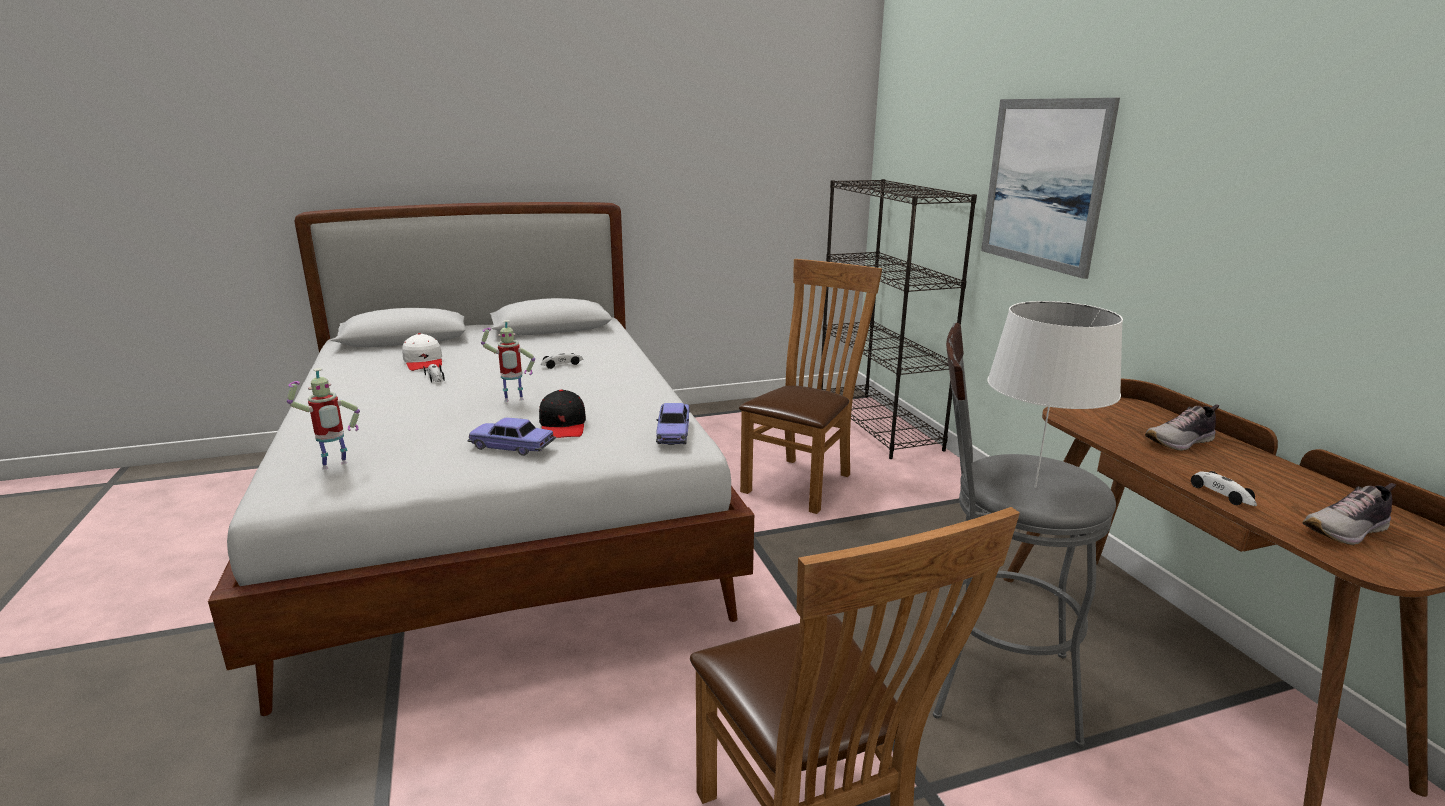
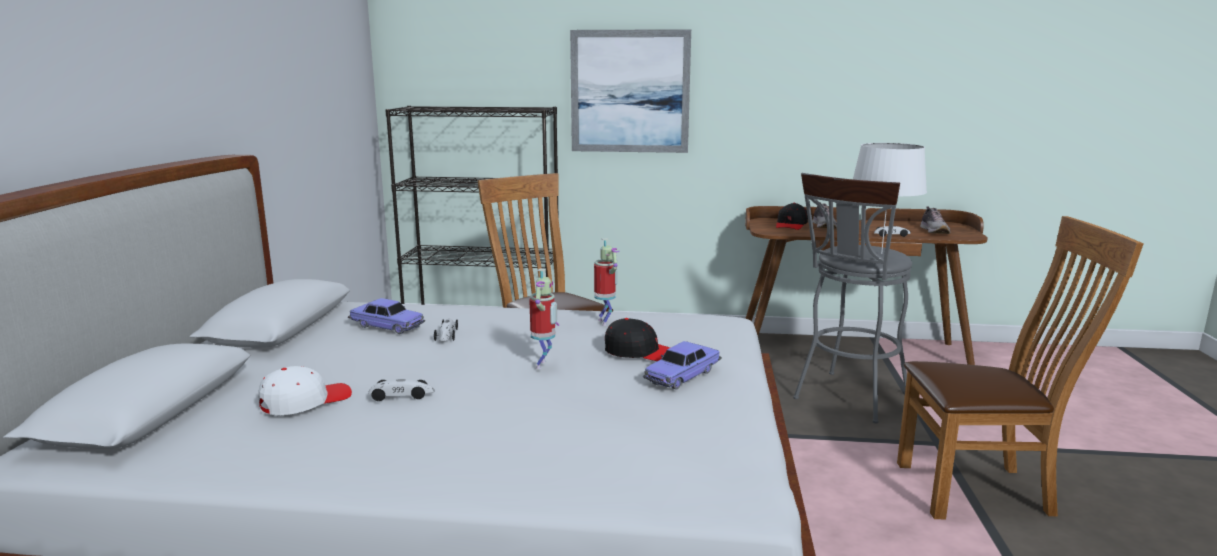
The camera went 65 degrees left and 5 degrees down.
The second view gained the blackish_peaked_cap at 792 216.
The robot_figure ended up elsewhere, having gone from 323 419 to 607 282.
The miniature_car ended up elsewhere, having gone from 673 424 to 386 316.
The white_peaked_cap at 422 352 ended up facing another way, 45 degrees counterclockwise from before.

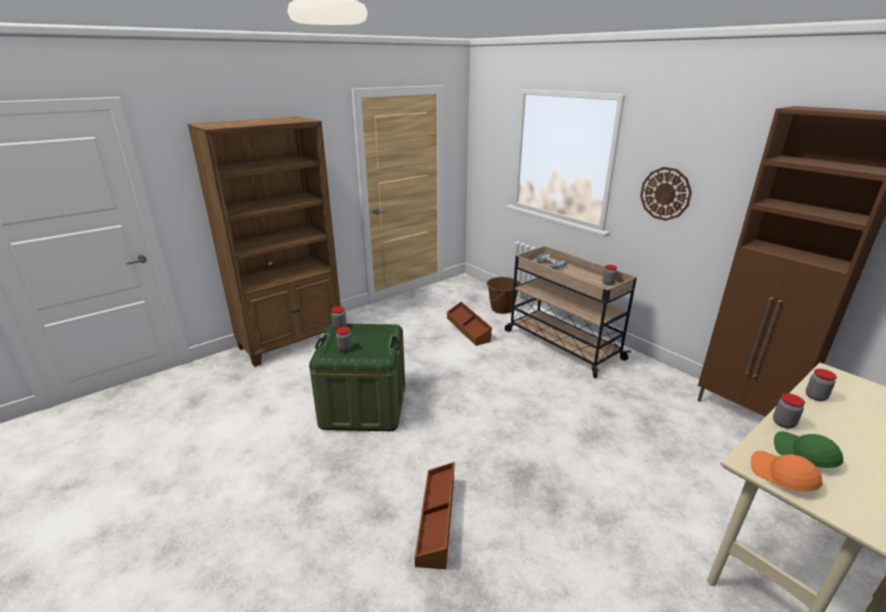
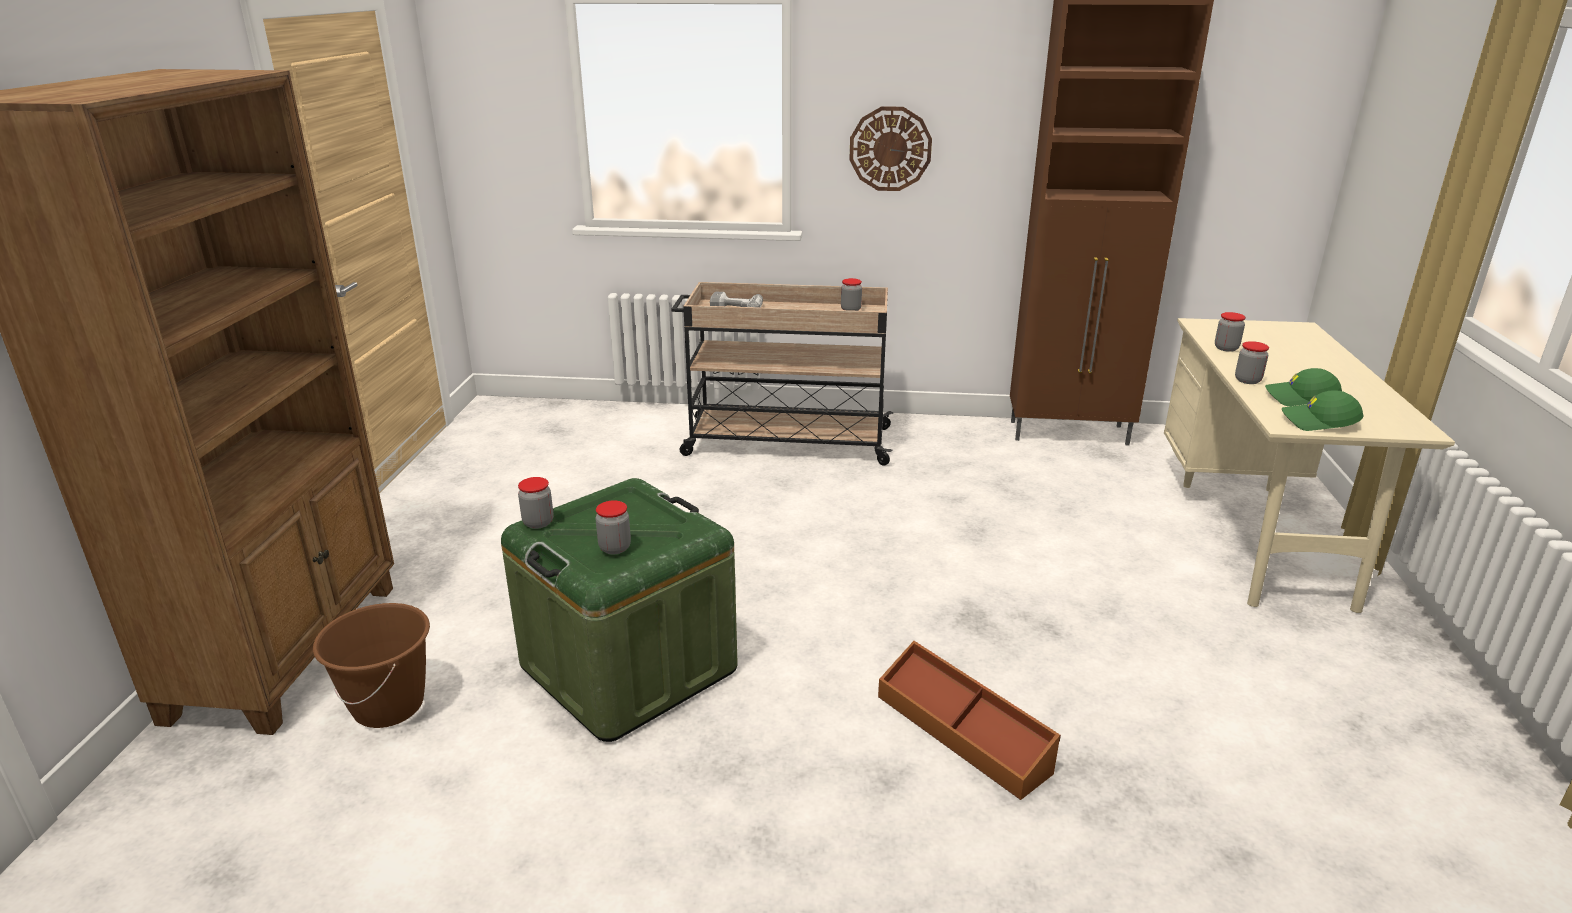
The camera went 45 degrees left and 0 degrees up.
The second view lost the brown_storage_bin at 469 324.
The brown_water_bucket ended up elsewhere, having gone from 504 295 to 371 665.
What was the orangey_peaked_cap at 787 471 turned into the green-coloured_peaked_cap at 1322 410.

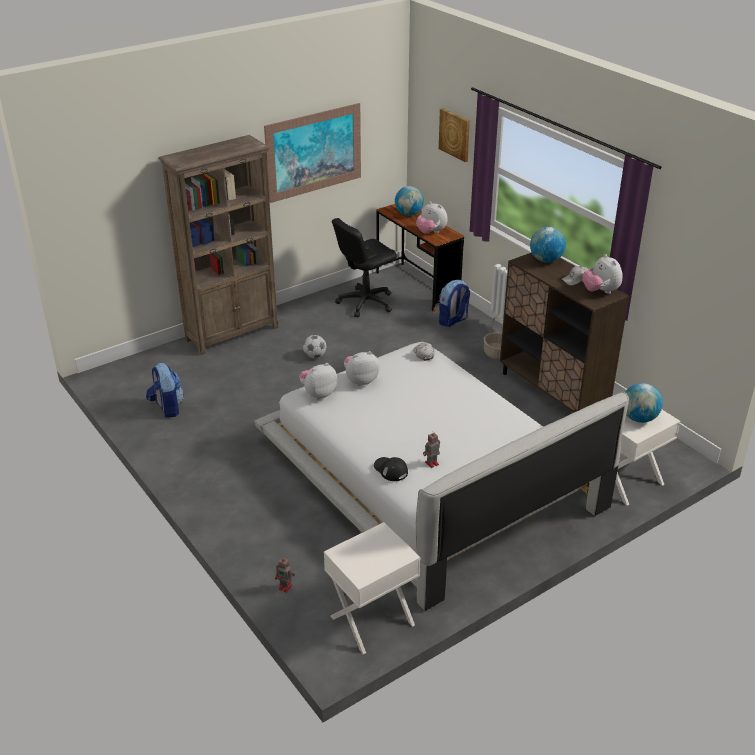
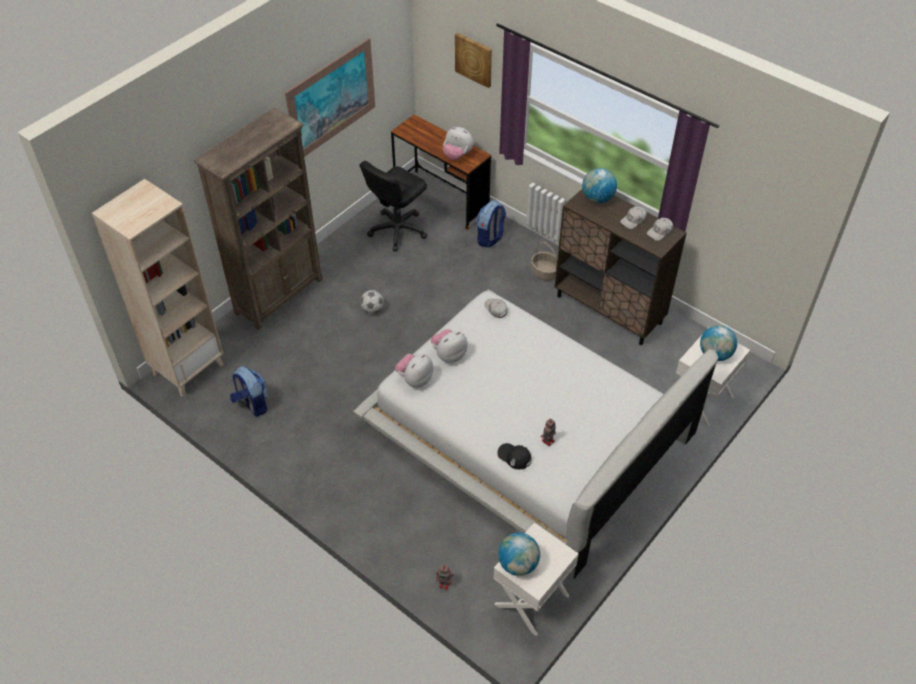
The camera went 15 degrees left and 15 degrees up.
The second view gained the beige_shelving_unit at 158 288.
The globe ended up elsewhere, having gone from 409 201 to 519 554.
Where the plush_toy stood at 603 274, the white_peaked_cap came to stand at 660 229.

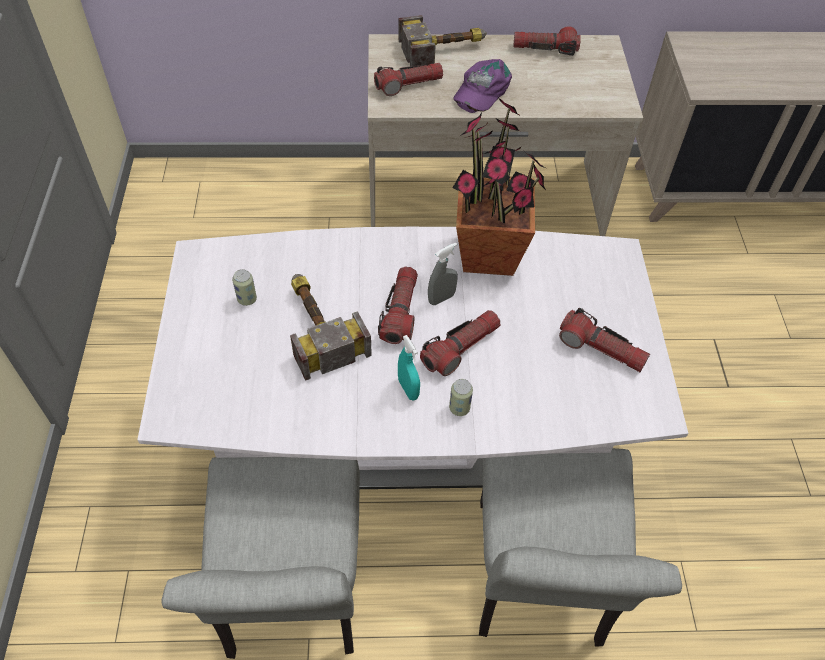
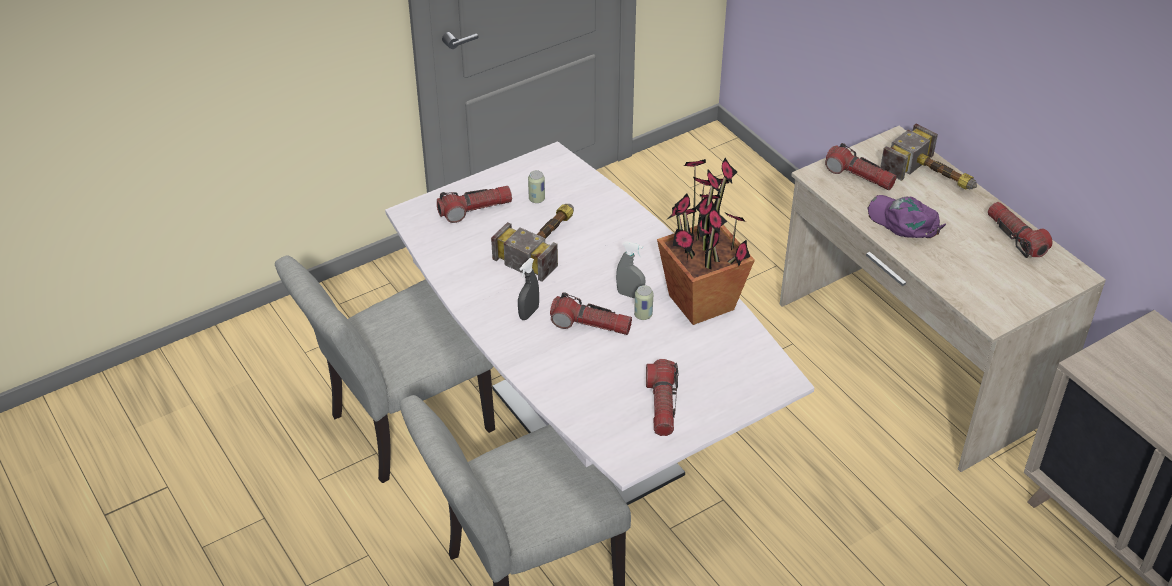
The camera went 60 degrees right and 10 degrees down.
The torch ended up elsewhere, having gone from 398 305 to 474 204.
The can ended up elsewhere, having gone from 461 397 to 643 302.
What was the turquoise_sprayer at 409 368 turned into the greyish_sprayer at 528 289.
The purple_peaked_cap at 483 86 ended up facing another way, 45 degrees clockwise from before.

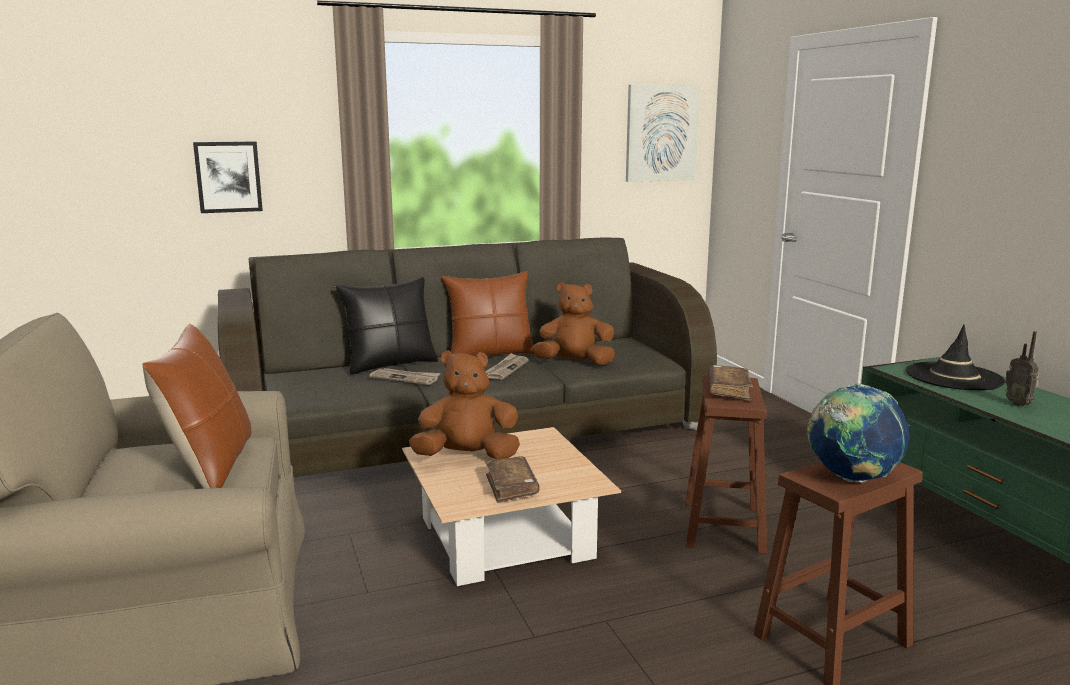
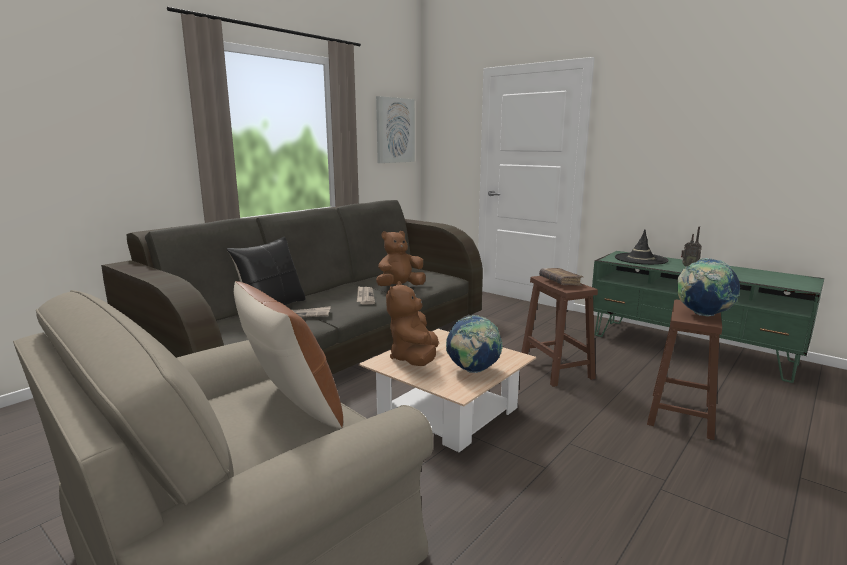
The camera went 30 degrees left and 0 degrees up.
The second view lost the wall_art at 228 177.
The second view lost the brown_cushion at 488 313.
Where the brown_volume stood at 512 479, the globe came to stand at 474 344.
The brown_plush_toy at 464 405 ended up facing another way, 45 degrees counterclockwise from before.

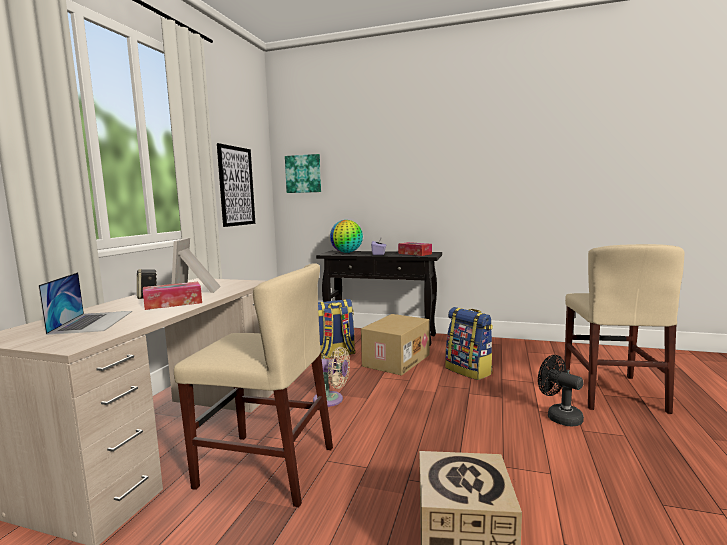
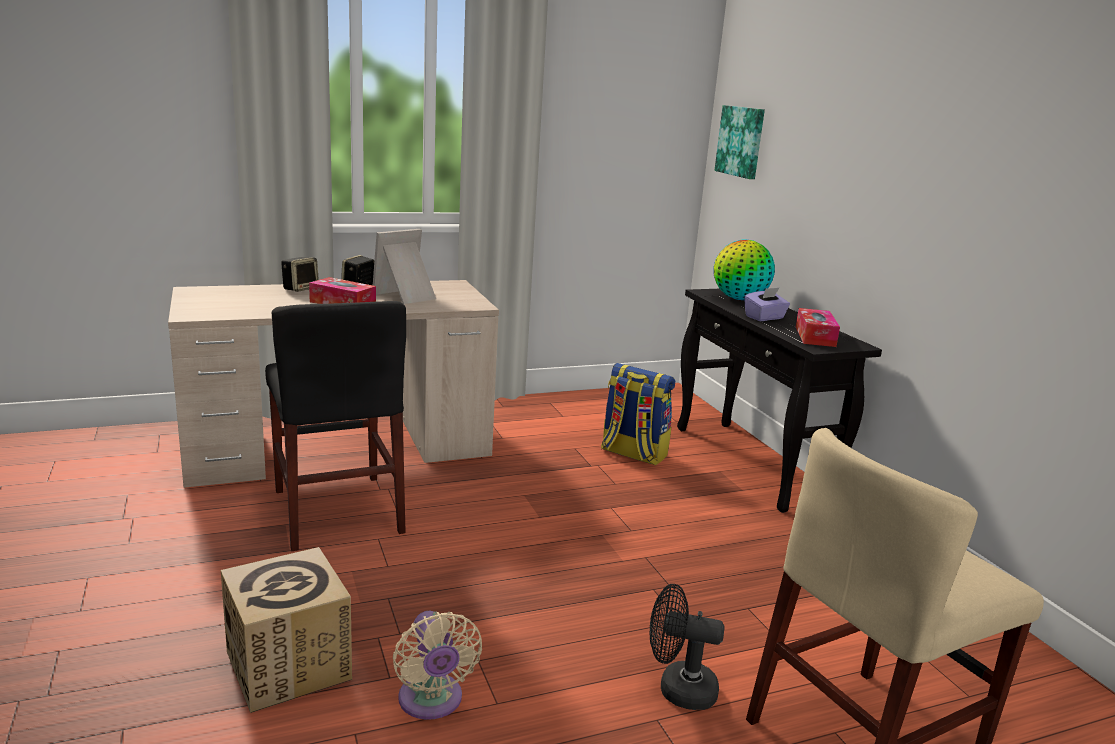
The camera went 50 degrees right and 10 degrees up.
The second view lost the portable_computer at 85 303.
The second view lost the wall_art at 236 185.
The second view lost the carton at 395 345.
The second view lost the rucksack at 469 343.
The second view gained the loudspeaker at 300 274.
The beige_cooling_fan ended up elsewhere, having gone from 331 377 to 437 665.
What was the beige_plain_chair at 253 385 turned into the blackish_plain_chair at 335 426.
The blackish_cooling_fan at 561 390 ended up facing another way, 90 degrees counterclockwise from before.

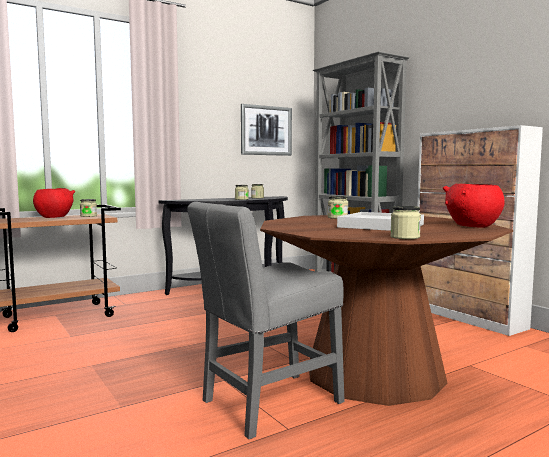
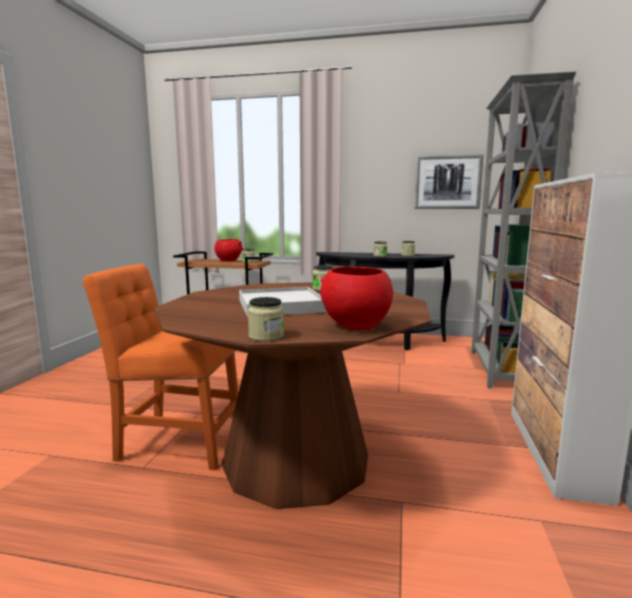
The camera went 45 degrees right and 5 degrees up.
The jar ended up elsewhere, having gone from 405 222 to 266 319.
What was the greyish_plain_chair at 266 320 turned into the orangey_plain_chair at 160 367.

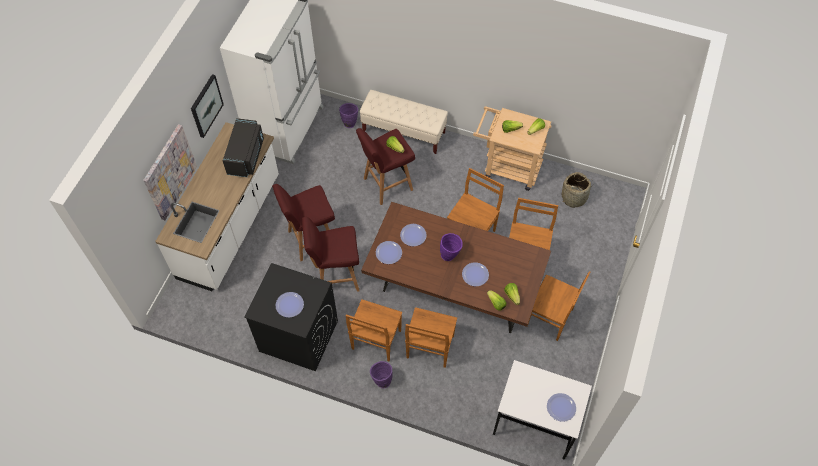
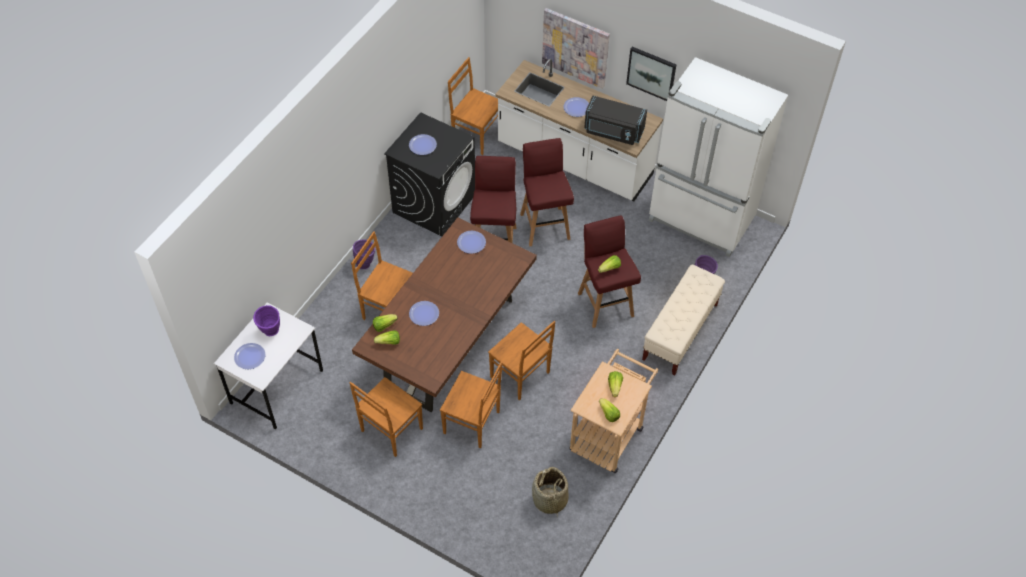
The camera went 100 degrees right and 5 degrees down.
The brown_plain_chair ended up elsewhere, having gone from 374 330 to 473 106.
The plate ended up elsewhere, having gone from 413 235 to 576 107.
The purple_decorative_vase ended up elsewhere, having gone from 451 247 to 266 320.

